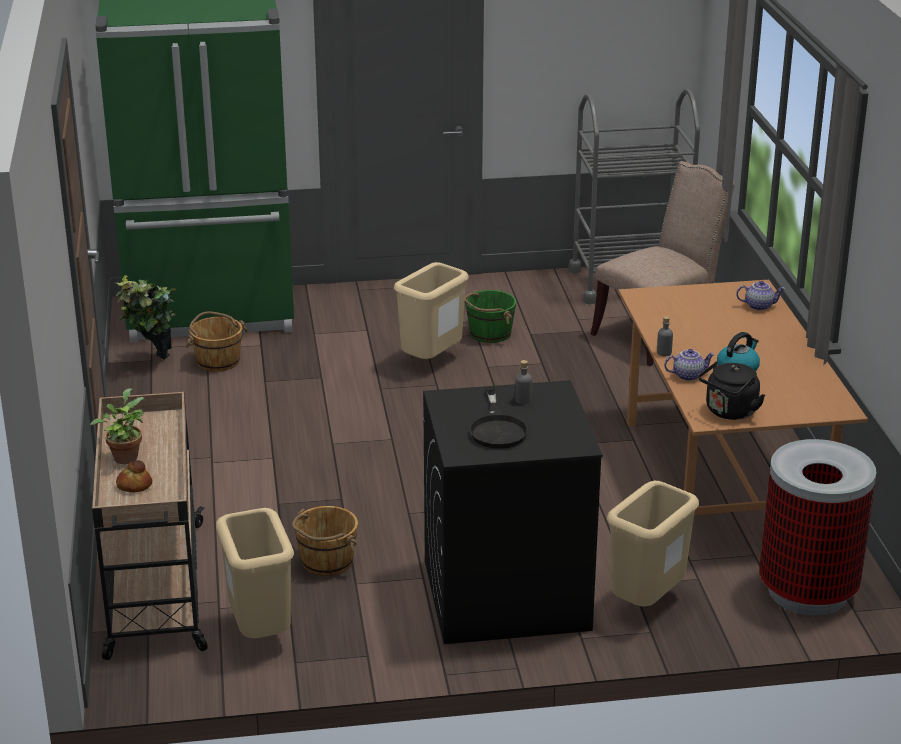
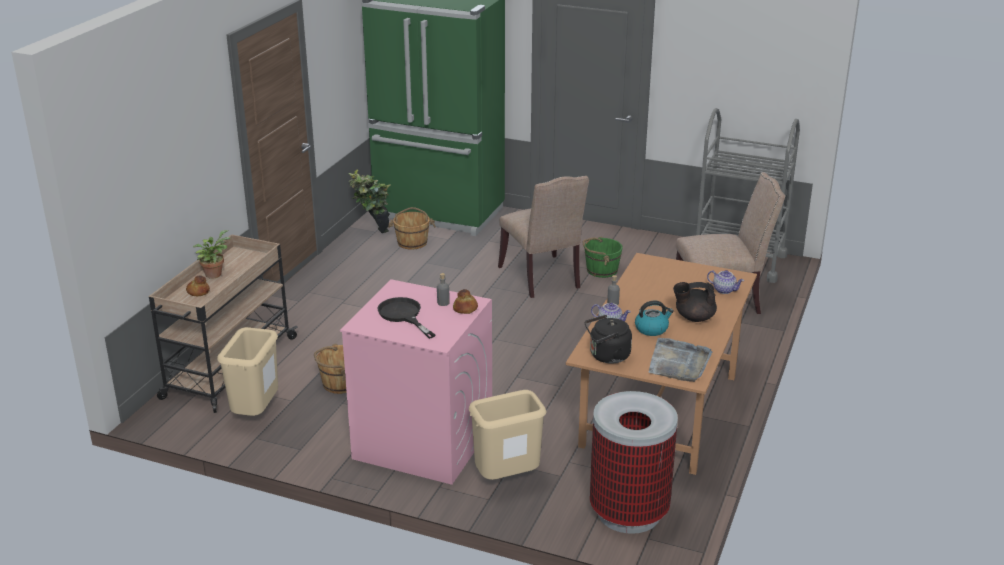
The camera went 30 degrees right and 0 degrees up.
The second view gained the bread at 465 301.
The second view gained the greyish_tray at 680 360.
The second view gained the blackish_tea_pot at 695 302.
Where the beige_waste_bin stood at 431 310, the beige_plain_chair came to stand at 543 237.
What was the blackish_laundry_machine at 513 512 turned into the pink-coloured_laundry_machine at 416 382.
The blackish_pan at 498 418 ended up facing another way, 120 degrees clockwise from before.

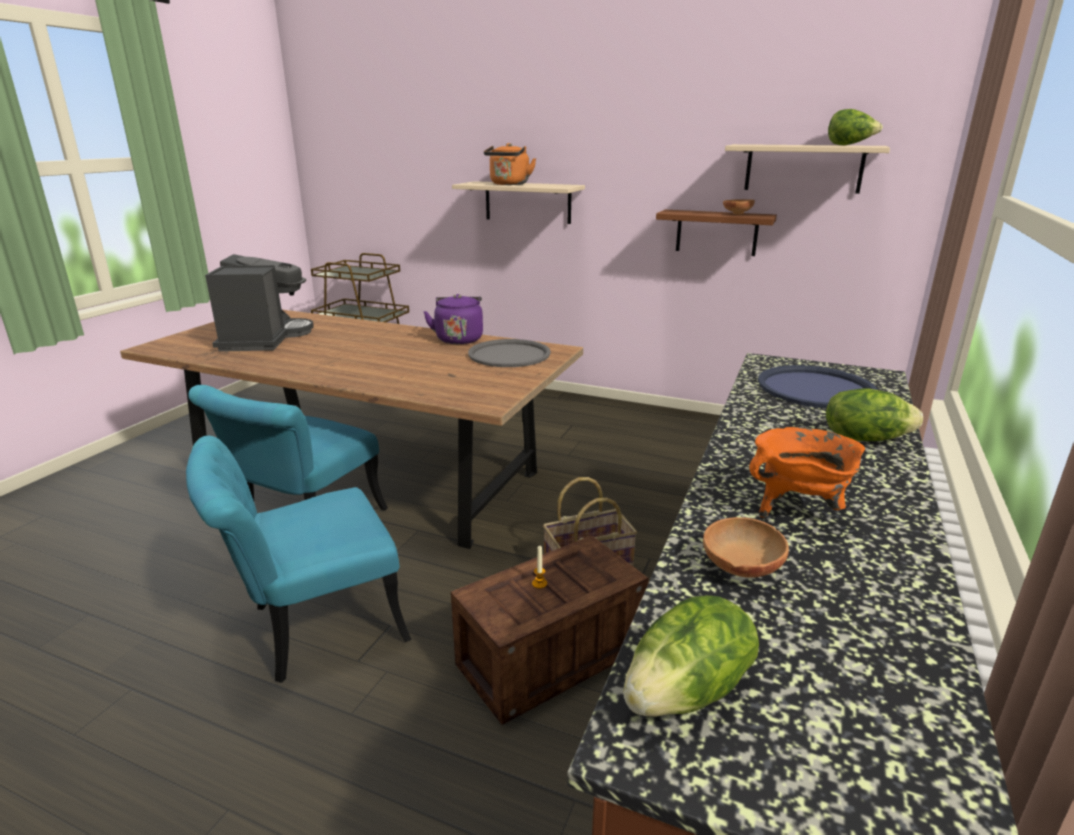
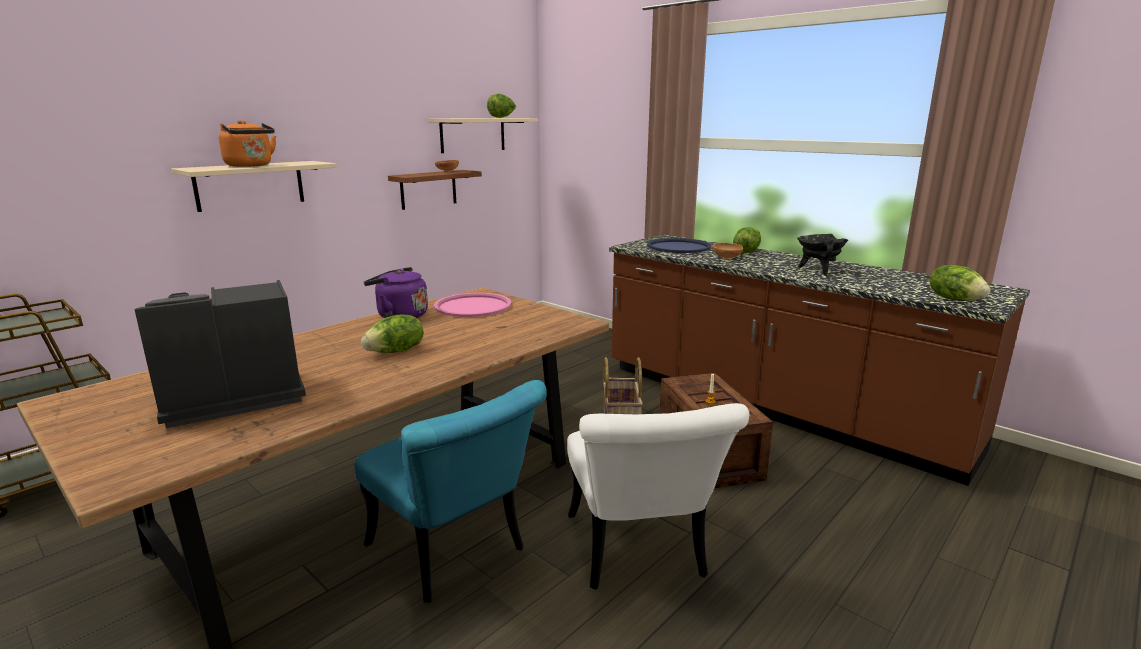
The camera went 70 degrees left and 5 degrees down.
The second view gained the lettuce at 392 333.
The brown_bowl ended up elsewhere, having gone from 746 547 to 728 251.
What was the turquoise_plain_chair at 299 559 turned into the white_plain_chair at 658 496.
What was the greyish_tray at 509 353 turned into the pink-coloured_tray at 472 305.
What was the orangey_saucepot at 807 472 turned into the blackish_saucepot at 822 254.
The coffee_maker at 259 303 ended up facing another way, 45 degrees counterclockwise from before.

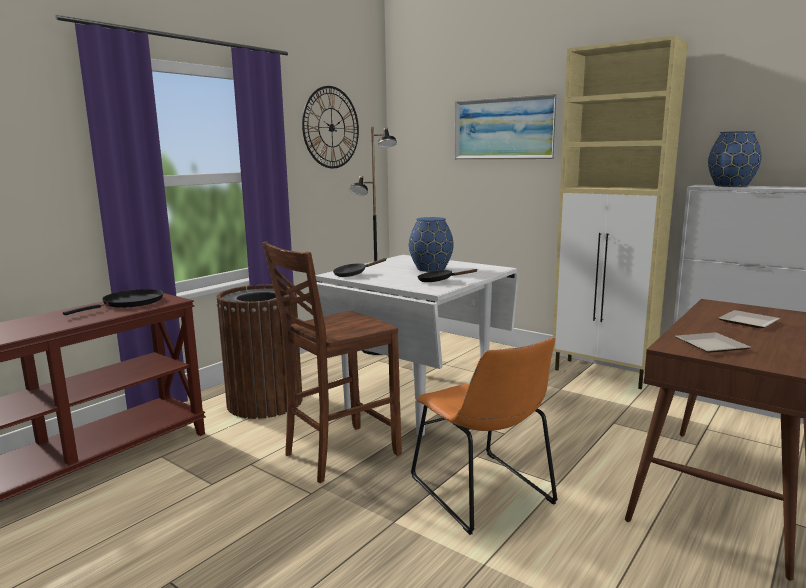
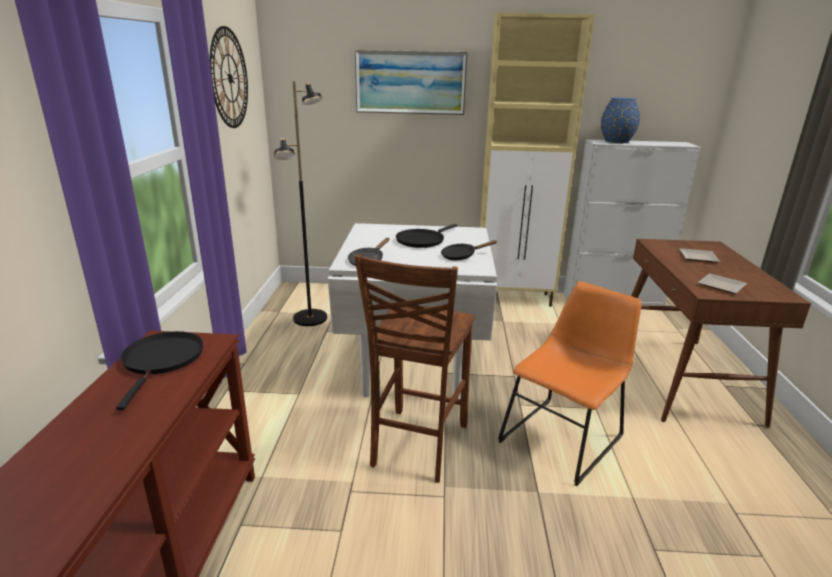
The camera went 35 degrees left and 10 degrees up.
The second view lost the brown_waste_bin at 259 351.
Where the blue-coloured_decorative_vase stood at 431 244, the blackish_pan came to stand at 427 236.
The orangey_plain_chair at 484 436 ended up facing another way, 75 degrees counterclockwise from before.

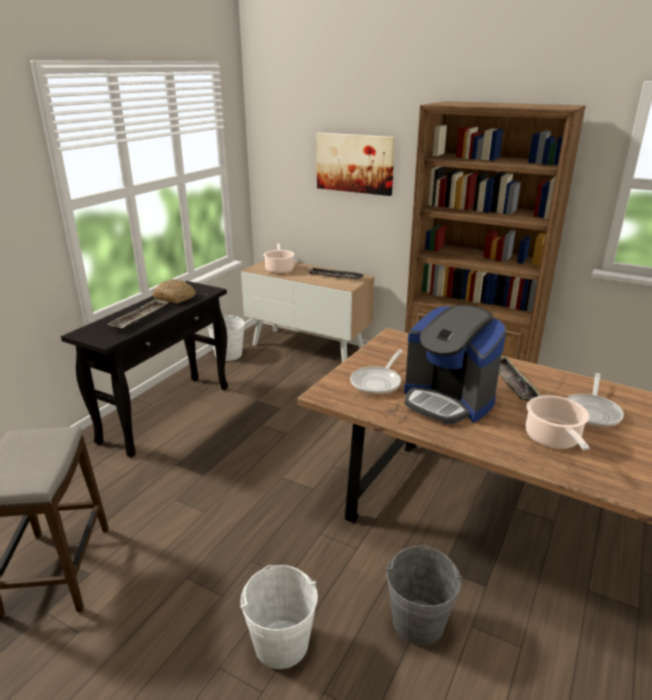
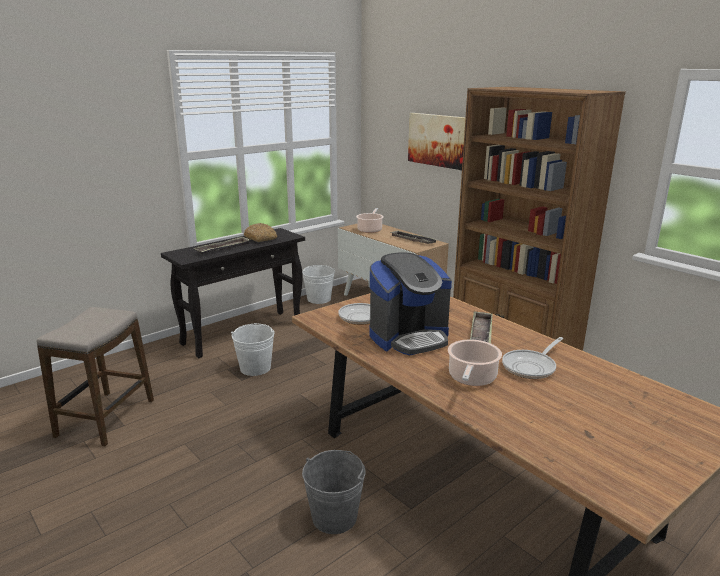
The camera went 20 degrees right and 5 degrees down.
The white_water_bucket ended up elsewhere, having gone from 279 617 to 253 349.
The coffee_maker at 455 364 ended up facing another way, 90 degrees counterclockwise from before.

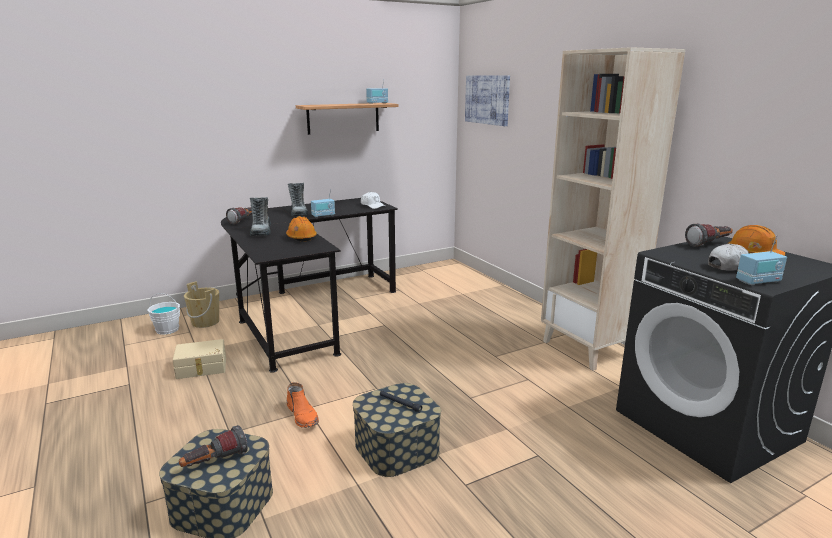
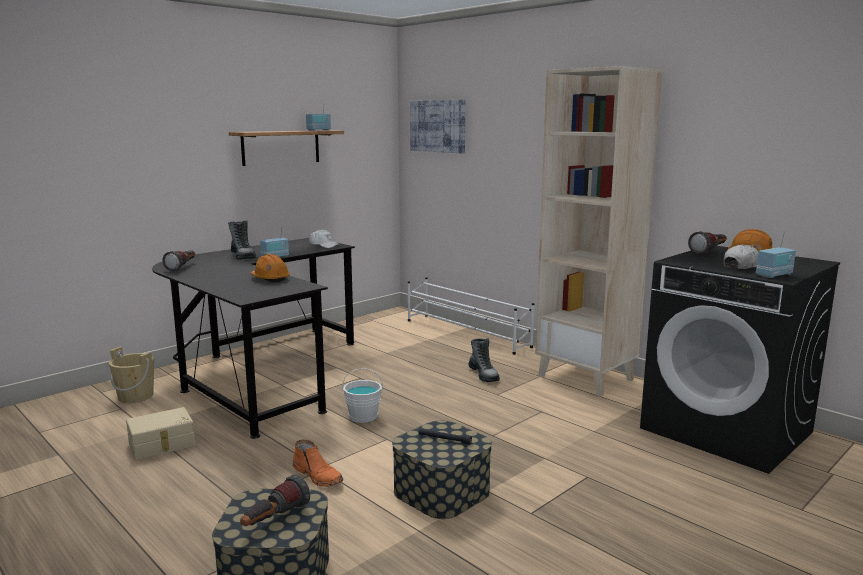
The camera went 15 degrees left and 5 degrees down.
The second view gained the white_shoe_shelf at 471 316.
The white_water_bucket ended up elsewhere, having gone from 163 314 to 362 395.
The high-top_boot ended up elsewhere, having gone from 260 216 to 484 360.

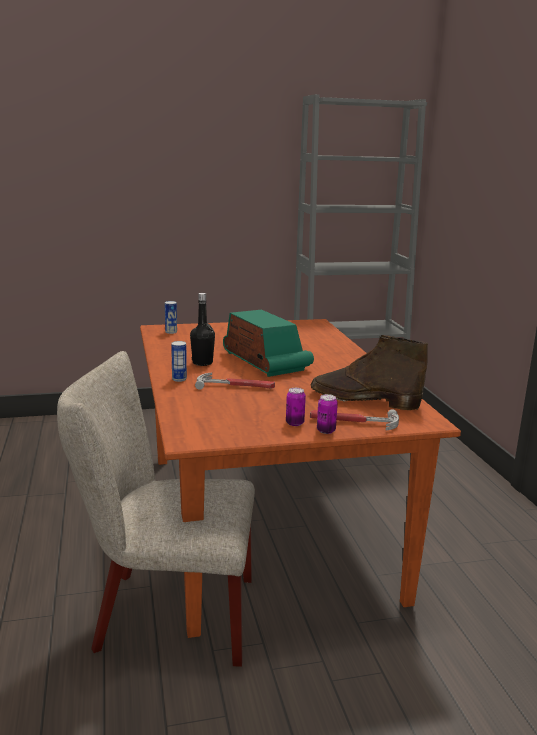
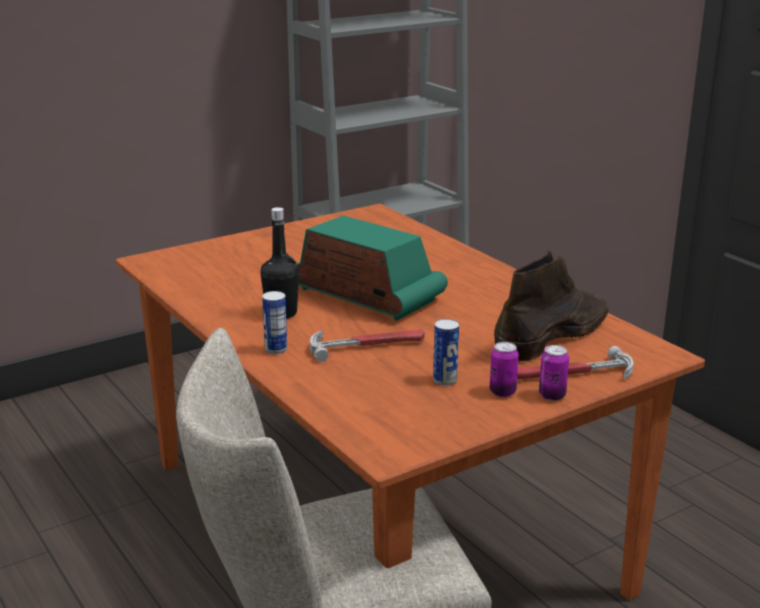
The camera went 20 degrees left and 5 degrees up.
The can ended up elsewhere, having gone from 171 317 to 446 352.
The brown_high-top_boot at 369 372 ended up facing another way, 135 degrees clockwise from before.

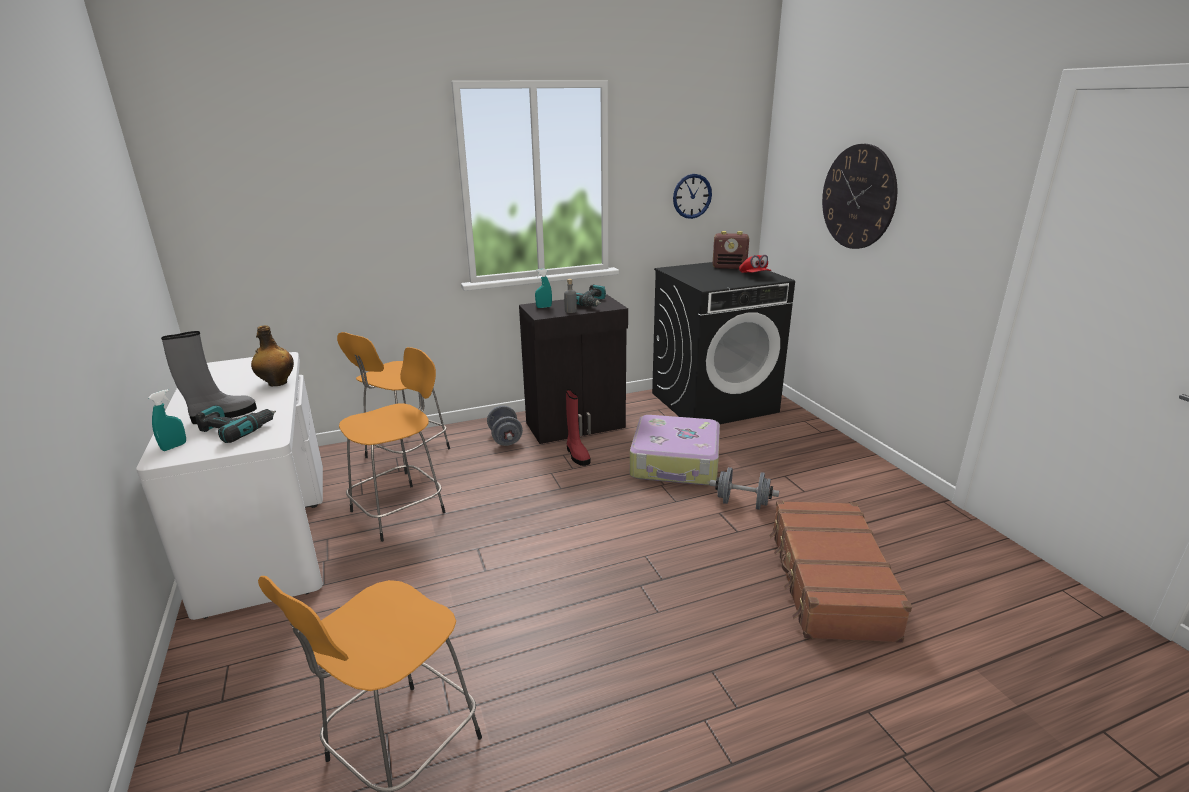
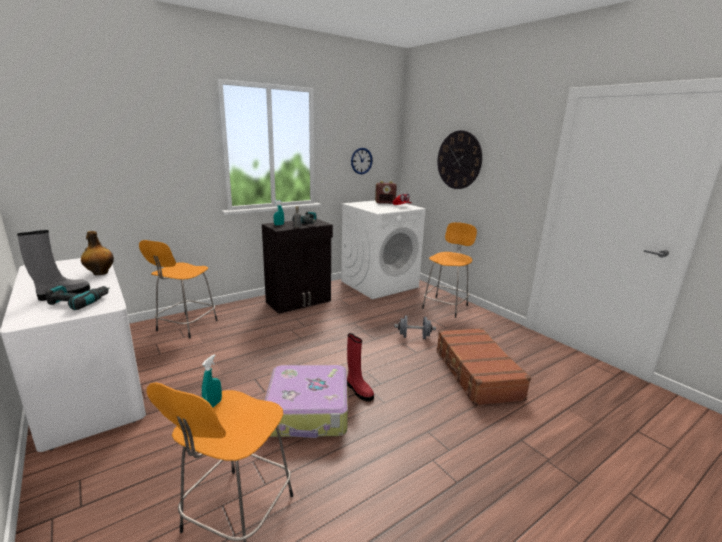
The camera went 15 degrees left and 5 degrees down.
The second view lost the greyish_free_weight at 505 426.
The turquoise_sprayer ended up elsewhere, having gone from 167 420 to 212 381.
The orangey_stool_seat ended up elsewhere, having gone from 392 444 to 449 270.
The reddish_high-top_boot ended up elsewhere, having gone from 578 427 to 360 367.
The piece_of_luggage ended up elsewhere, having gone from 675 450 to 306 401.
What was the blackish_laundry_machine at 723 343 turned into the white_laundry_machine at 383 250.

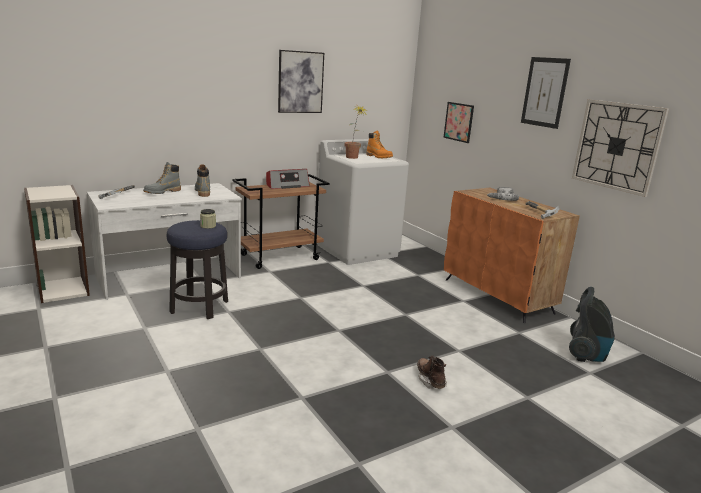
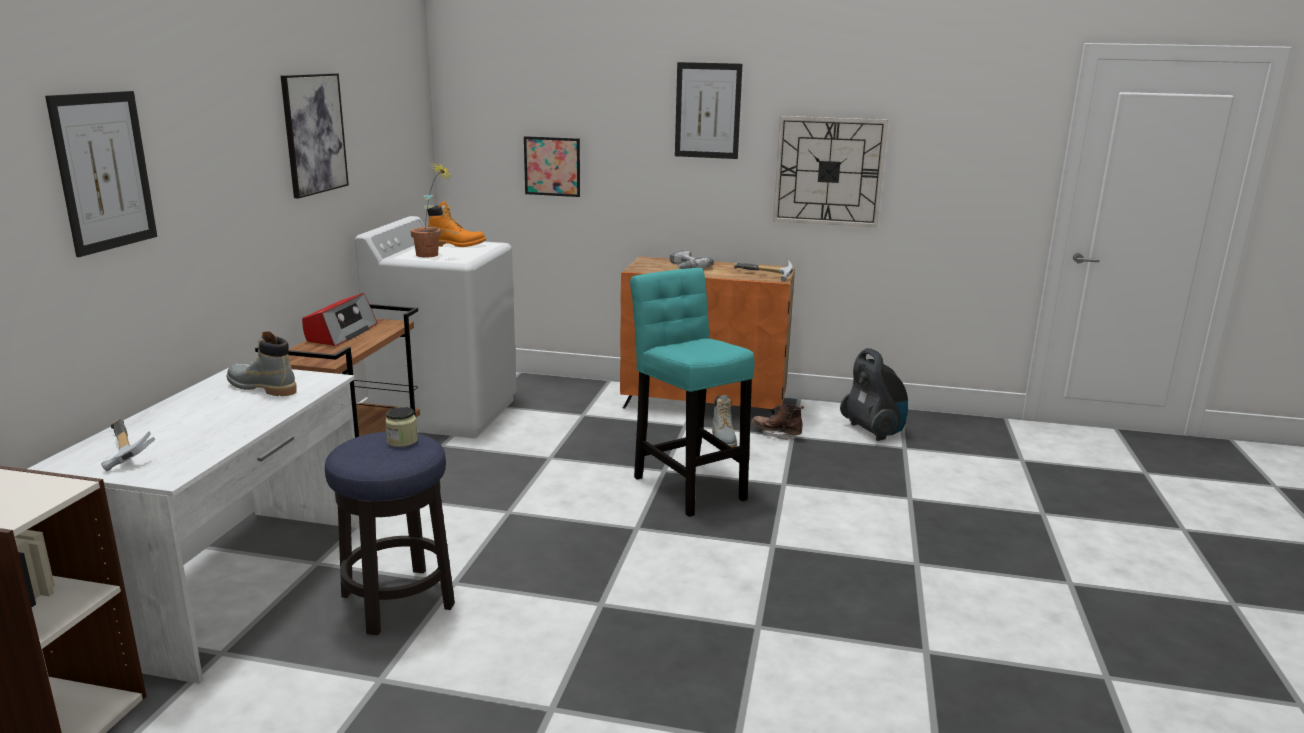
The camera went 45 degrees left and 0 degrees up.
The second view gained the wall_art at 101 174.
The second view gained the turquoise_stool_seat at 692 392.
The greyish_high-top_boot ended up elsewhere, having gone from 162 178 to 724 421.
The brown_high-top_boot ended up elsewhere, having gone from 432 372 to 777 422.

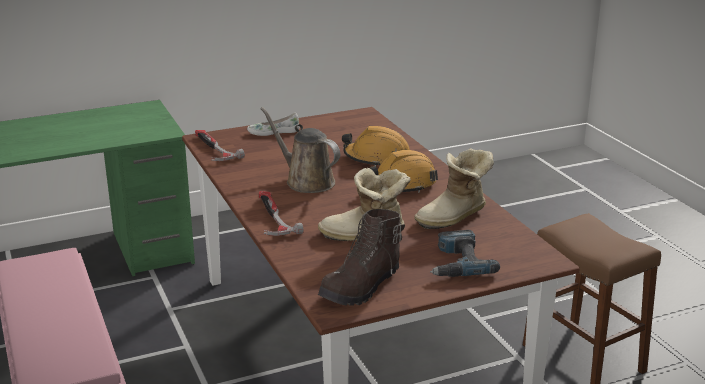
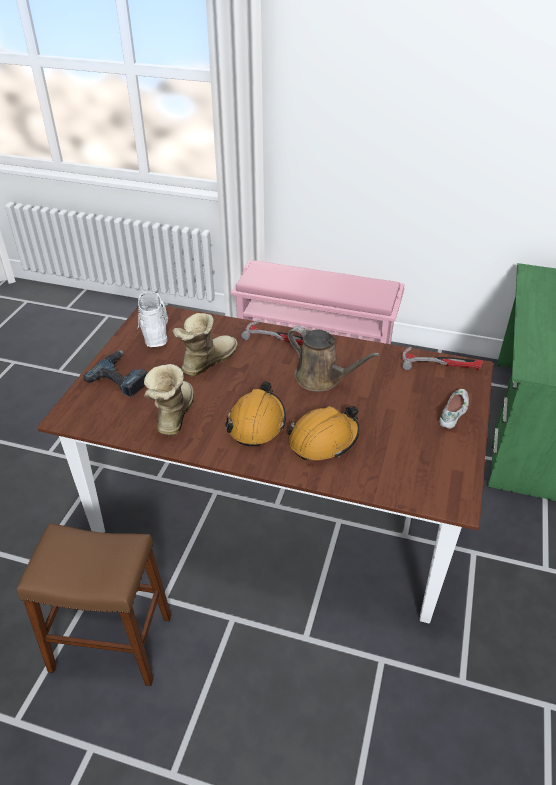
The camera went 130 degrees right and 15 degrees up.
What was the brown_high-top_boot at 361 257 turned into the white_high-top_boot at 152 319.
The brown_watering_can at 300 150 ended up facing another way, 45 degrees clockwise from before.

